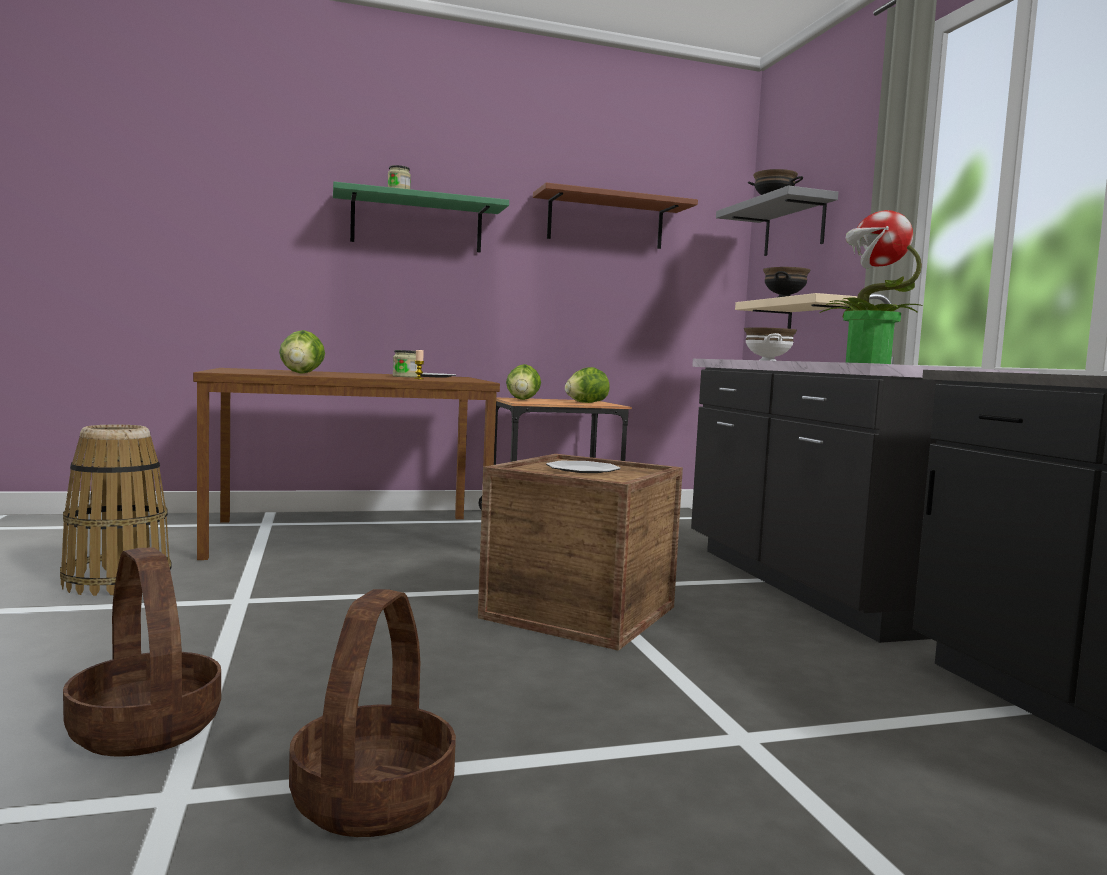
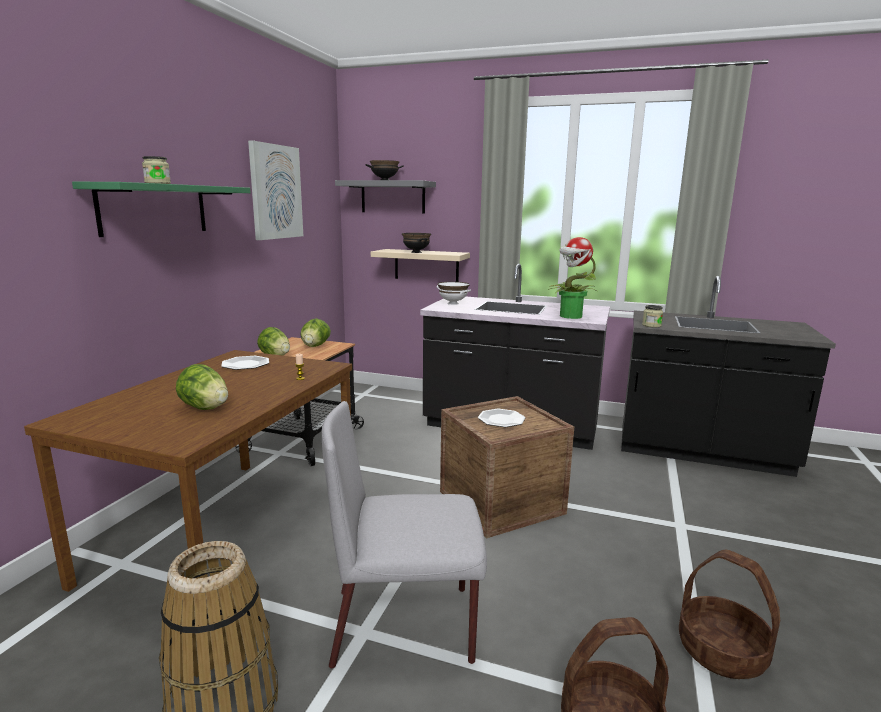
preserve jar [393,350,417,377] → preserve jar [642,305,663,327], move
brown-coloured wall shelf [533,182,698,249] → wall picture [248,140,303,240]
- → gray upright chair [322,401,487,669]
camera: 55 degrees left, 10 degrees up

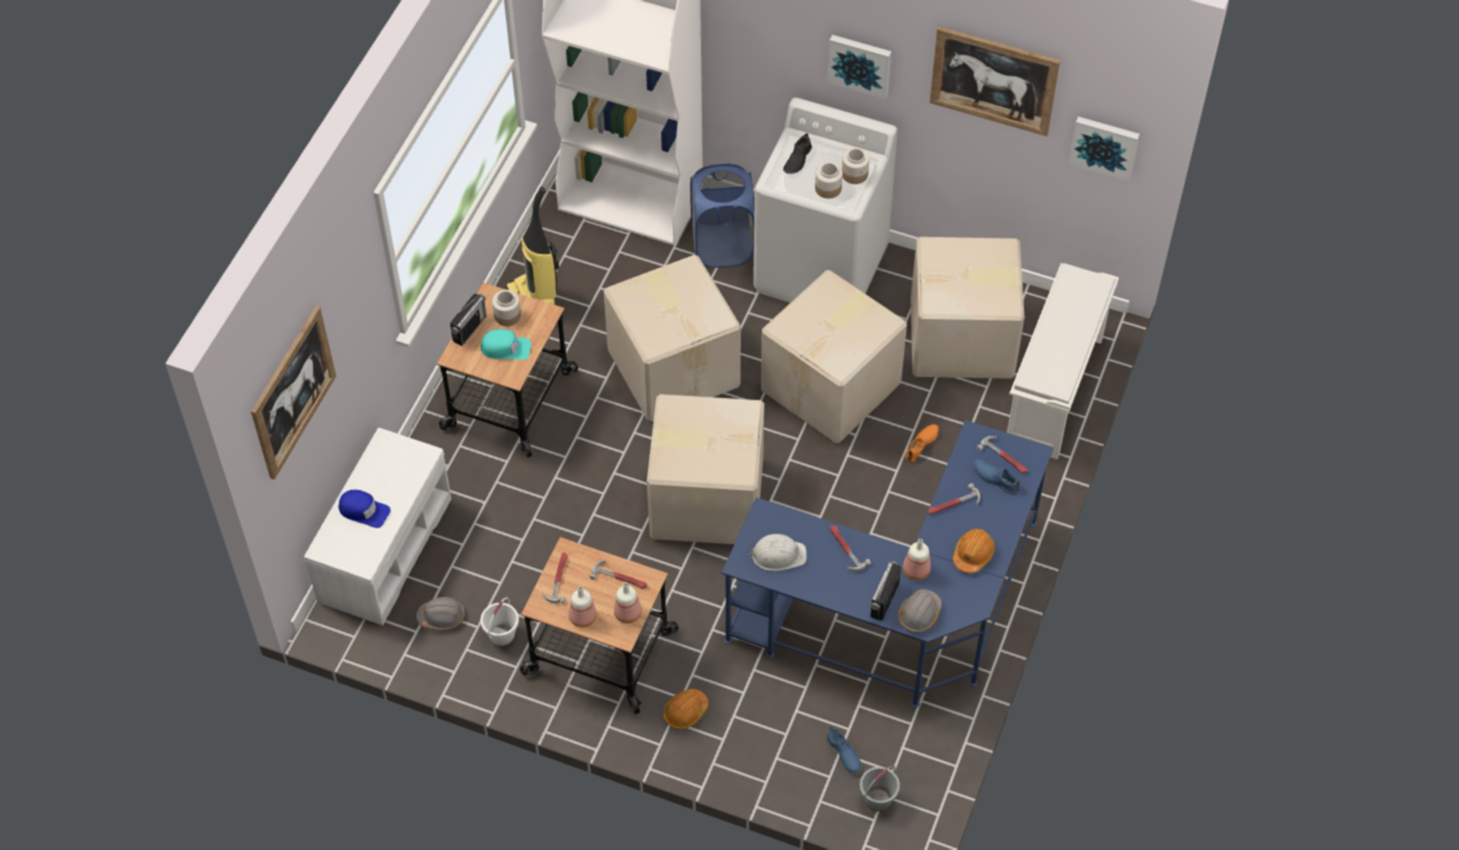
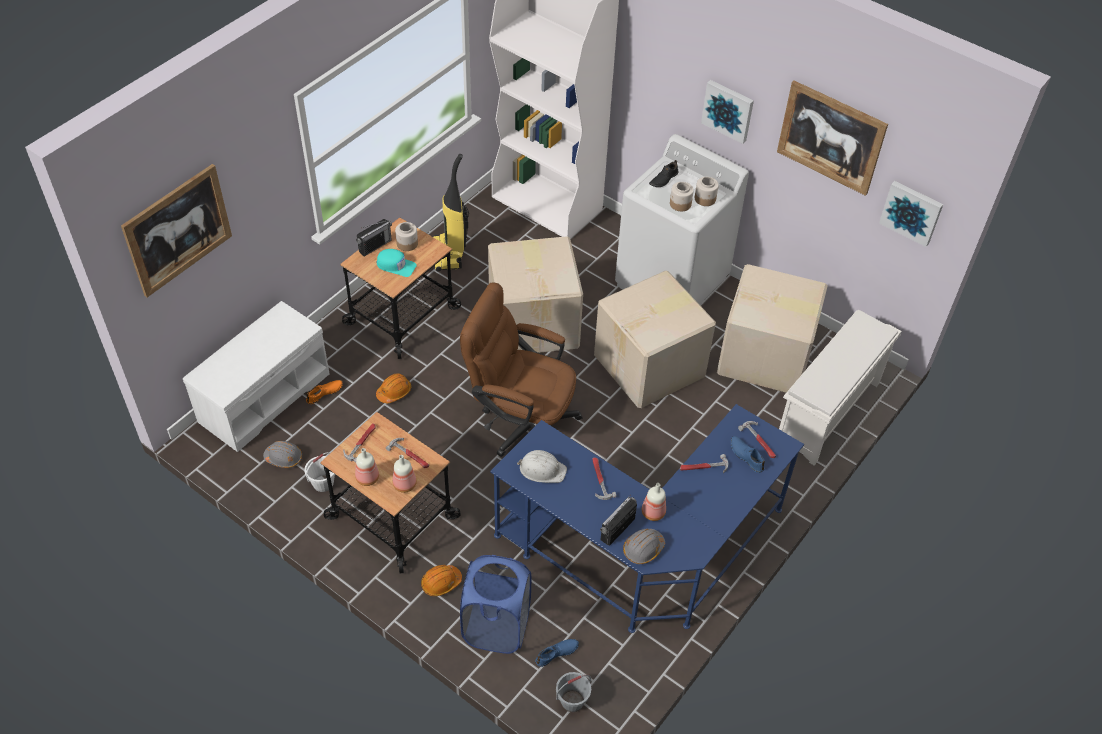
blue cap [338,490,391,528] → -
packing box [647,394,764,544] → brown-coloured computer chair [460,282,582,457]
blue hamper [690,163,754,268] → blue hamper [460,555,531,654], move
blue item of footwear [826,726,861,773] → blue item of footwear [535,639,579,667], 105 degrees counterclockwise
orangey item of footwear [905,424,939,462] → orangey item of footwear [306,380,343,404], move
orangey work helmet [953,529,995,573] → orangey work helmet [376,373,411,403], move
camera: 15 degrees right, 5 degrees down

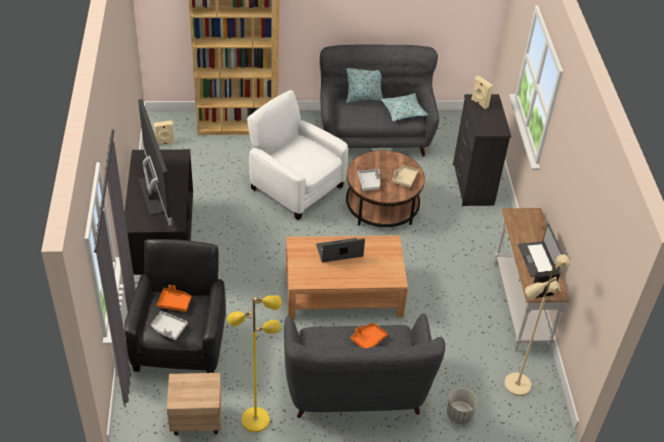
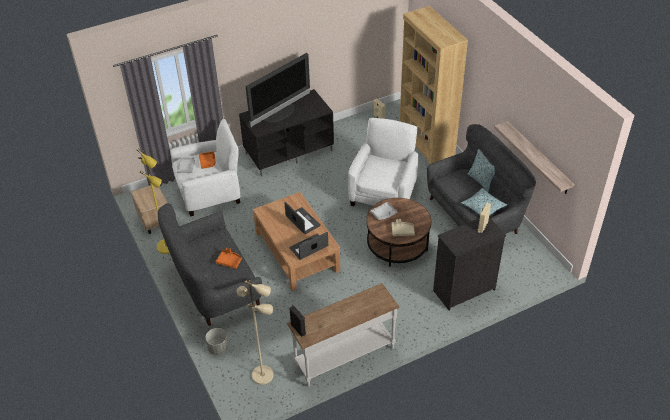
black-coloured lounge chair [124,239,226,373] → white lounge chair [170,119,241,216]
notebook computer [518,224,563,277] → notebook computer [289,232,328,260], move
- → wall shelf [494,121,574,194]
camera: 70 degrees right, 0 degrees up

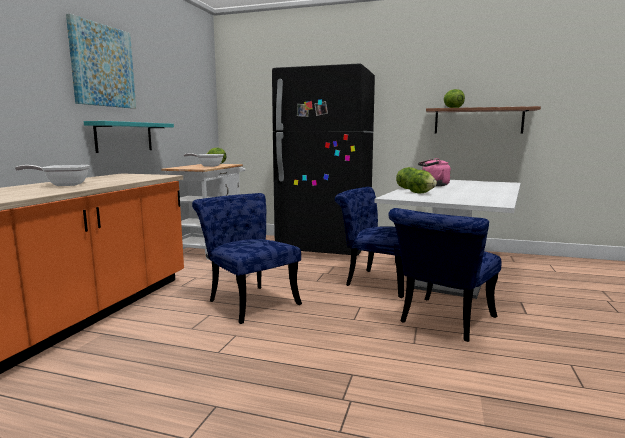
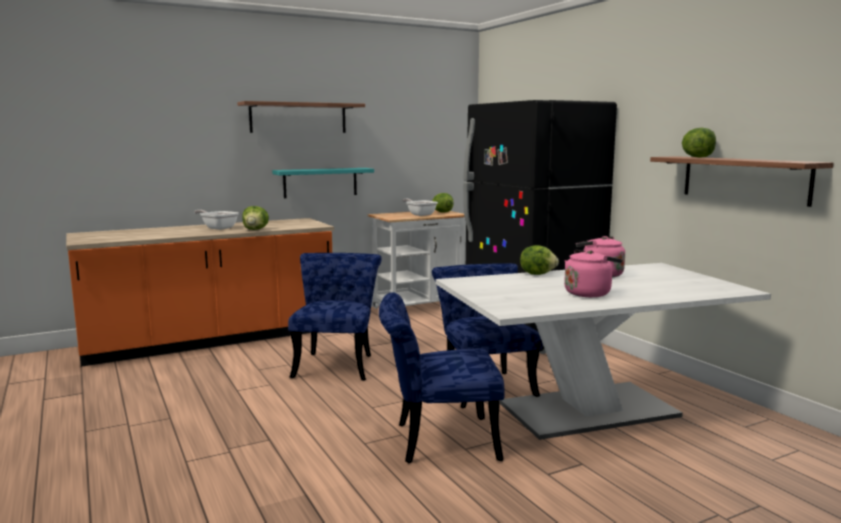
wall picture [66,14,136,109] → wall shelf [237,101,365,133]
lettuce head [406,170,437,193] → lettuce head [242,206,269,230], move
- → pink-coloured water kettle [564,250,622,297]
camera: 45 degrees right, 0 degrees up

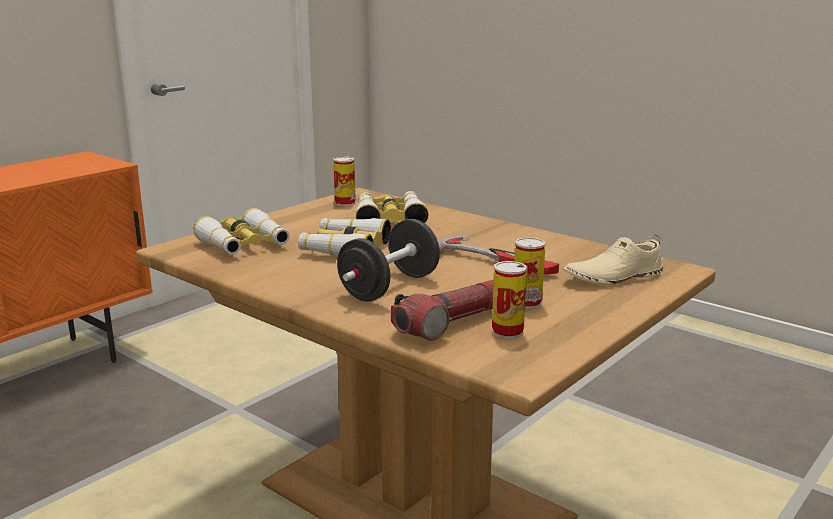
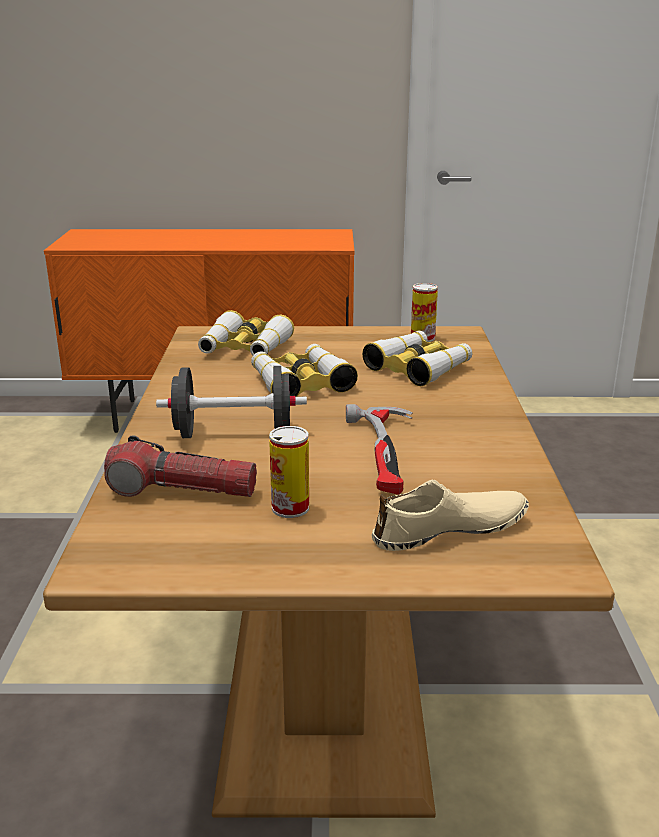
sealed can [492,261,527,339] → -
beige-coloured item of footwear [563,235,663,285] → beige-coloured item of footwear [371,480,529,551], 135 degrees clockwise
camera: 50 degrees right, 5 degrees up

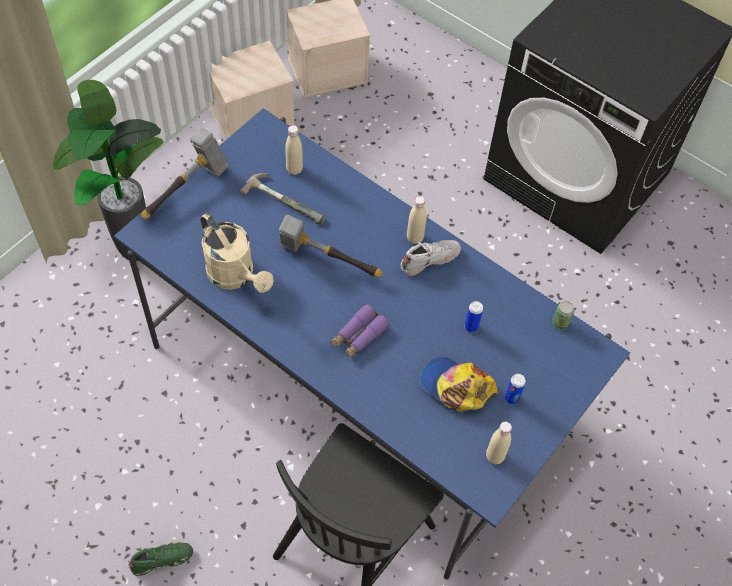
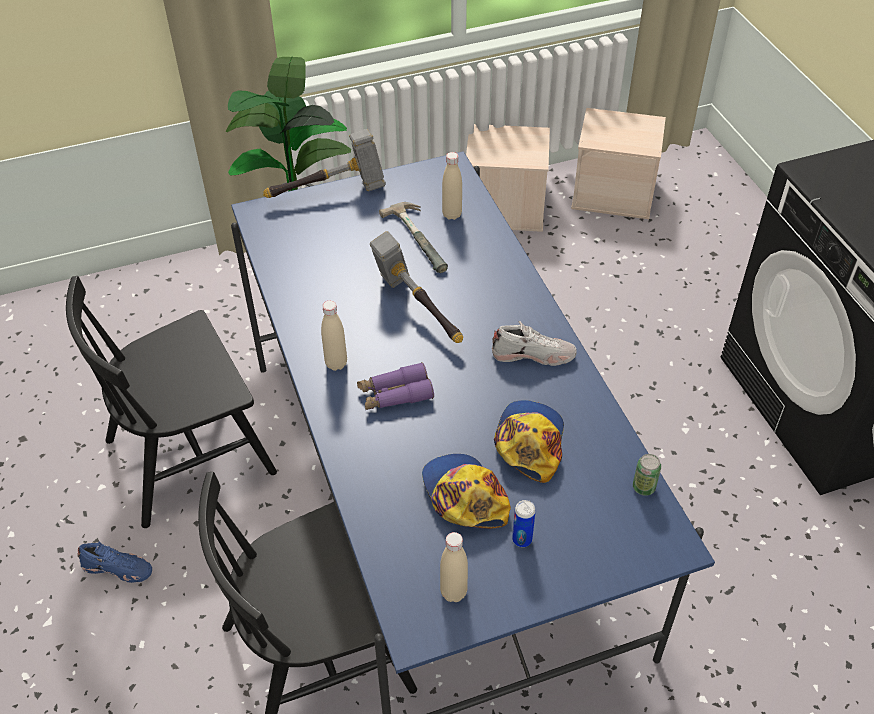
green-coloured item of footwear [128,542,193,576] → blue item of footwear [77,541,152,583]
beige-coloured sprinkling can [200,213,273,293] → -
beige-coloured beverage bottle [407,196,426,244] → beige-coloured beverage bottle [321,301,347,371], move
sealed can [465,301,483,333] → cap [494,400,564,483]
- → black-coloured upright chair [66,276,277,528]
camera: 35 degrees right, 10 degrees down

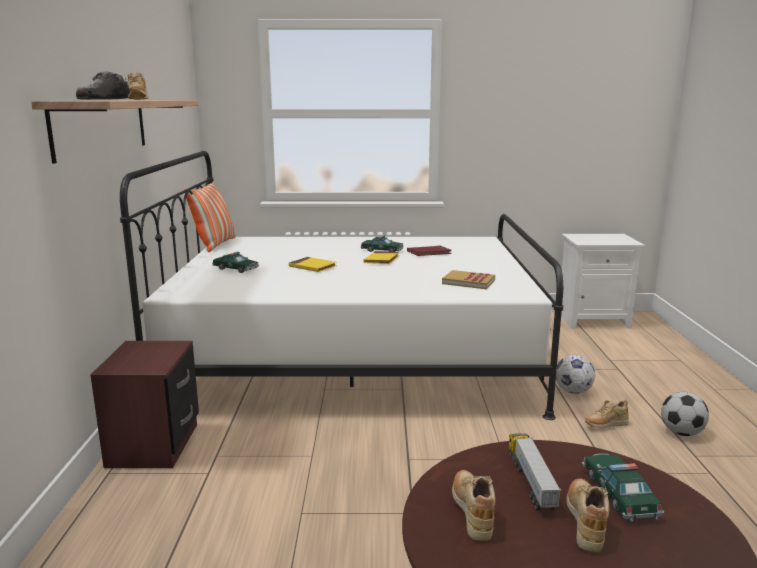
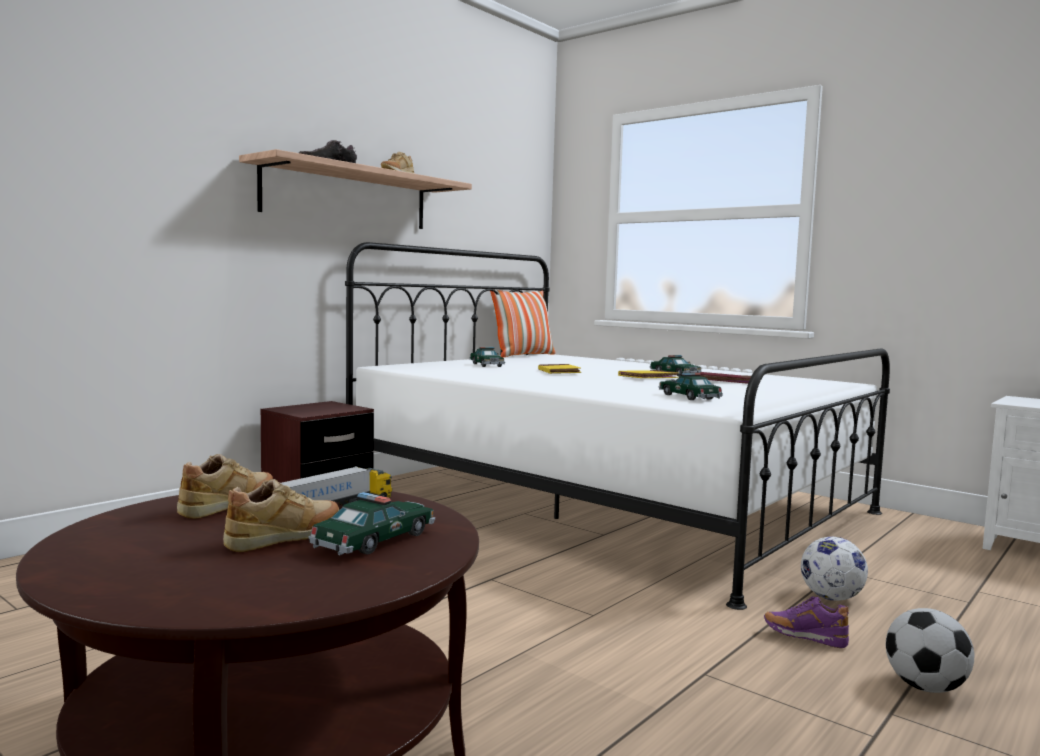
book [442,270,495,289] → miniature car [658,373,723,400]
beige-coloured item of footwear [585,400,629,428] → purple-coloured item of footwear [764,596,849,648]
camera: 40 degrees right, 10 degrees down

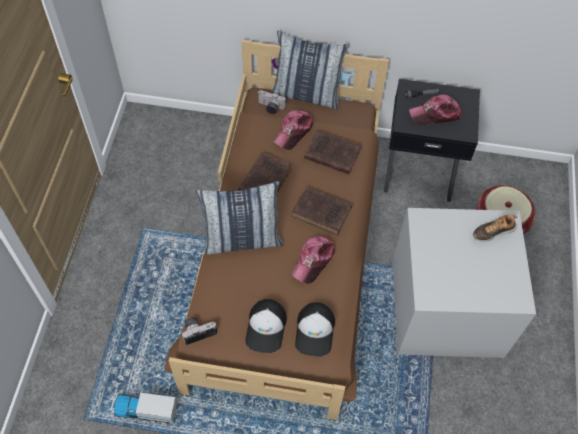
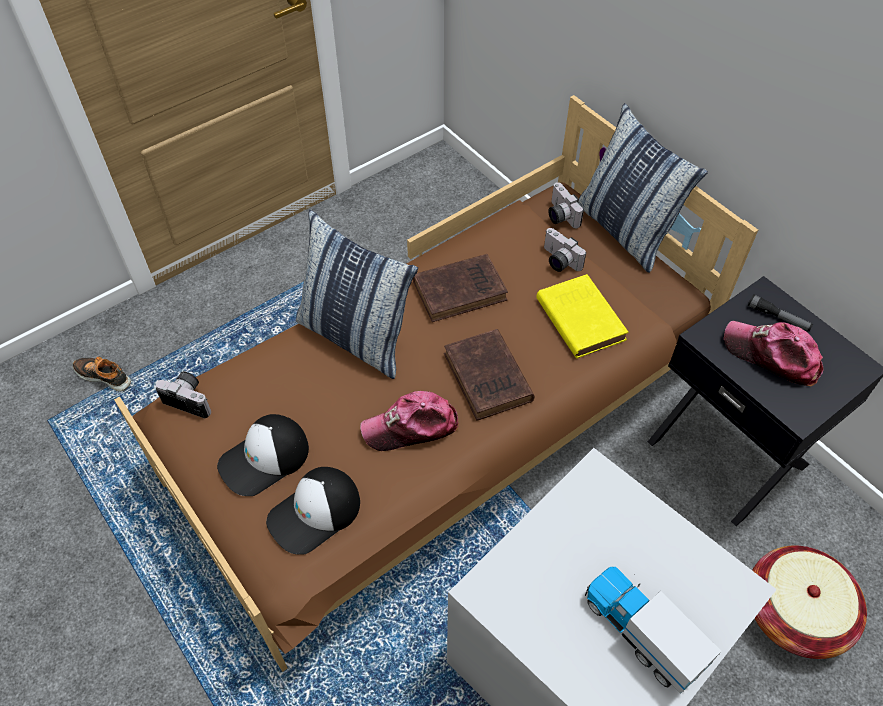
model truck [114,393,177,425] → model truck [585,567,721,694], move
cap [273,110,313,150] → photo camera [544,228,586,272]
brown-coloured book [304,130,362,174] → yellow book [536,274,629,359]
item of footwear [473,215,517,242] → item of footwear [72,356,131,391], move
camera: 45 degrees right, 5 degrees down

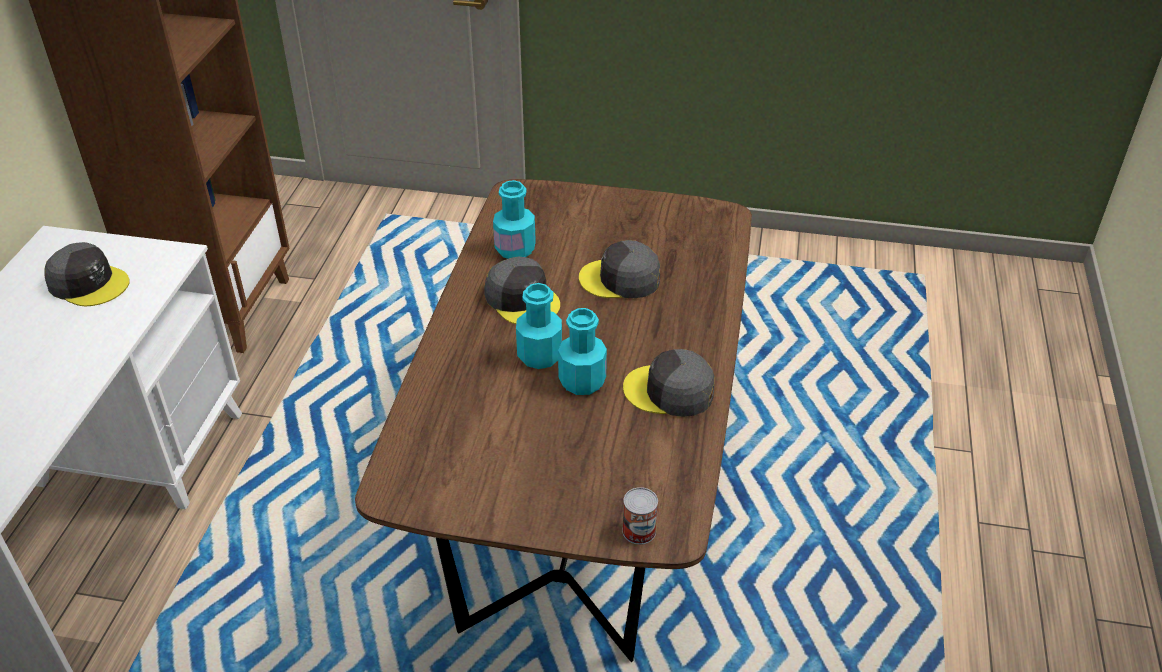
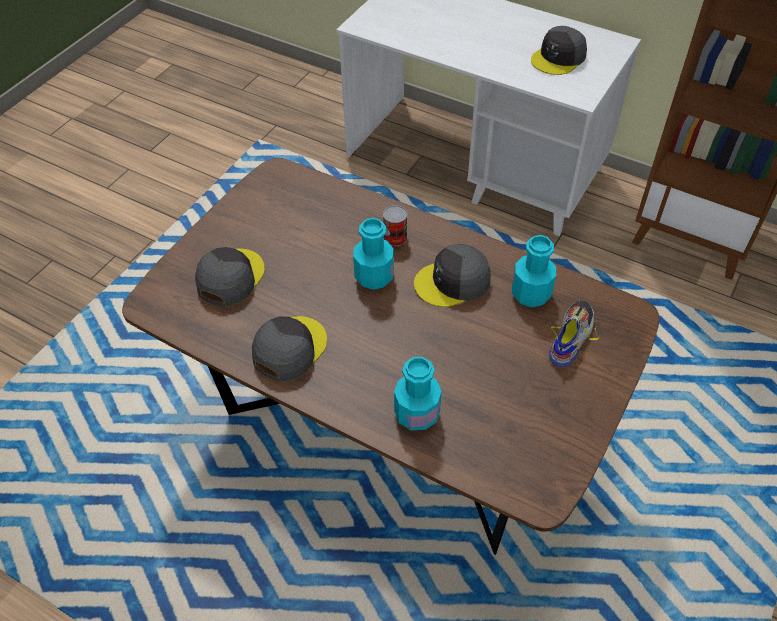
blue-green beverage bottle [558,308,607,395] → blue-green beverage bottle [394,357,442,430], move
gray cap [579,240,660,298] → gray cap [195,247,265,306], move
sealed can [622,487,658,545] → sealed can [383,205,407,246], move
- → item of footwear [549,301,599,367]
camera: 110 degrees right, 10 degrees up

